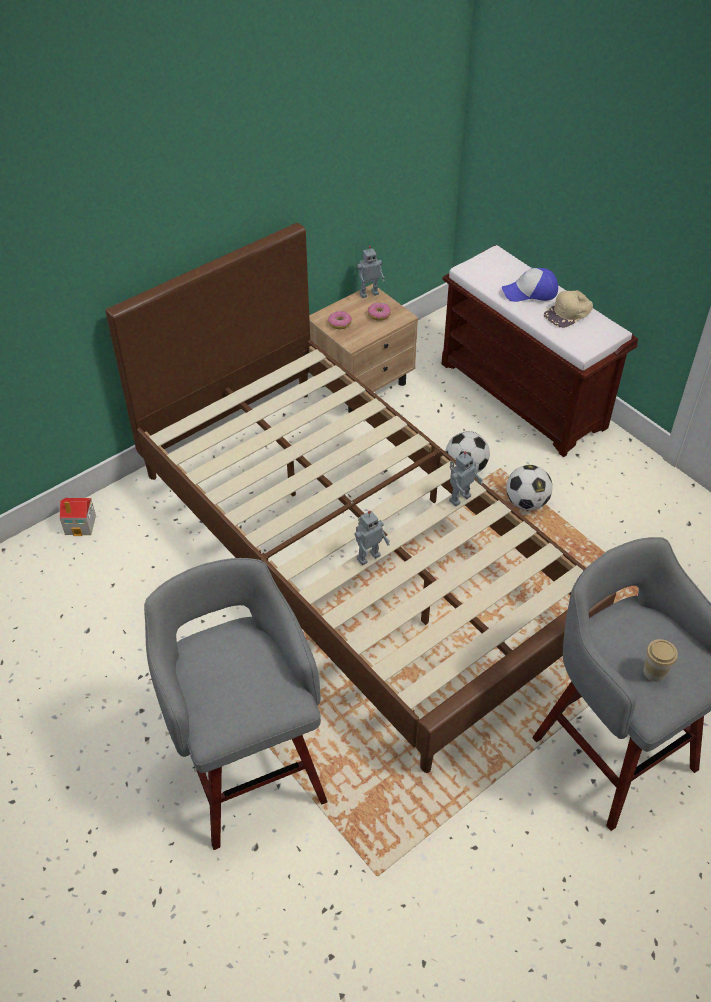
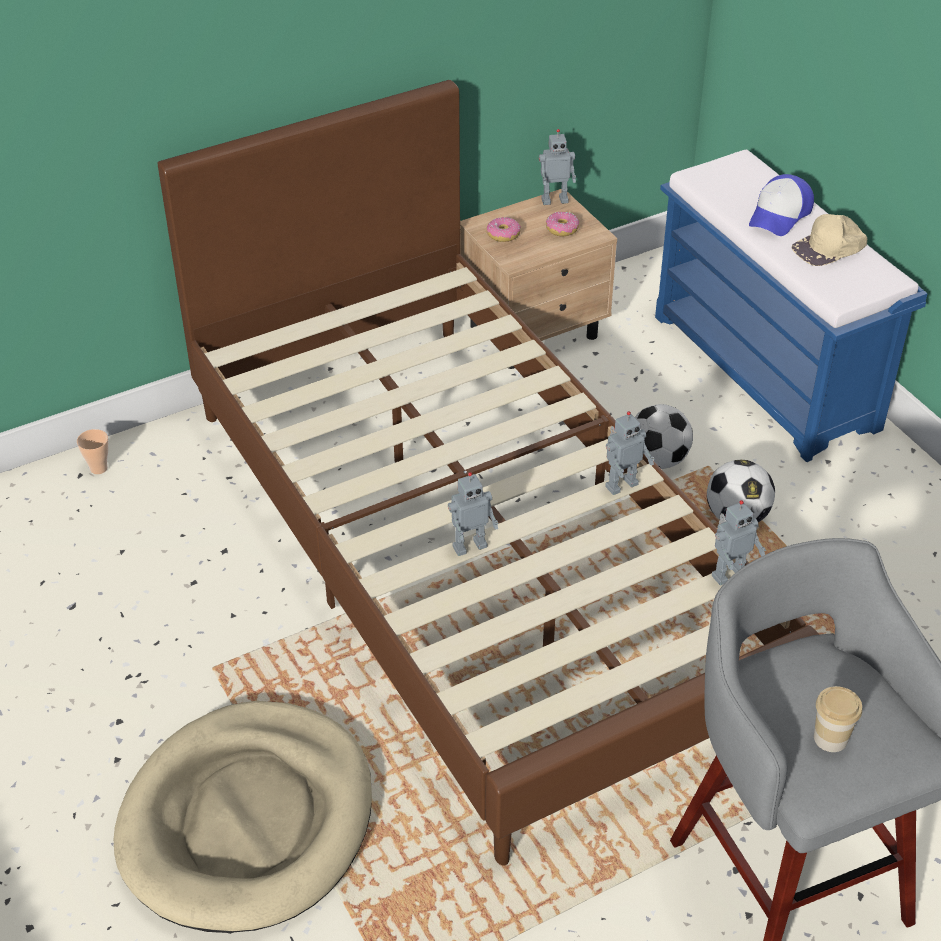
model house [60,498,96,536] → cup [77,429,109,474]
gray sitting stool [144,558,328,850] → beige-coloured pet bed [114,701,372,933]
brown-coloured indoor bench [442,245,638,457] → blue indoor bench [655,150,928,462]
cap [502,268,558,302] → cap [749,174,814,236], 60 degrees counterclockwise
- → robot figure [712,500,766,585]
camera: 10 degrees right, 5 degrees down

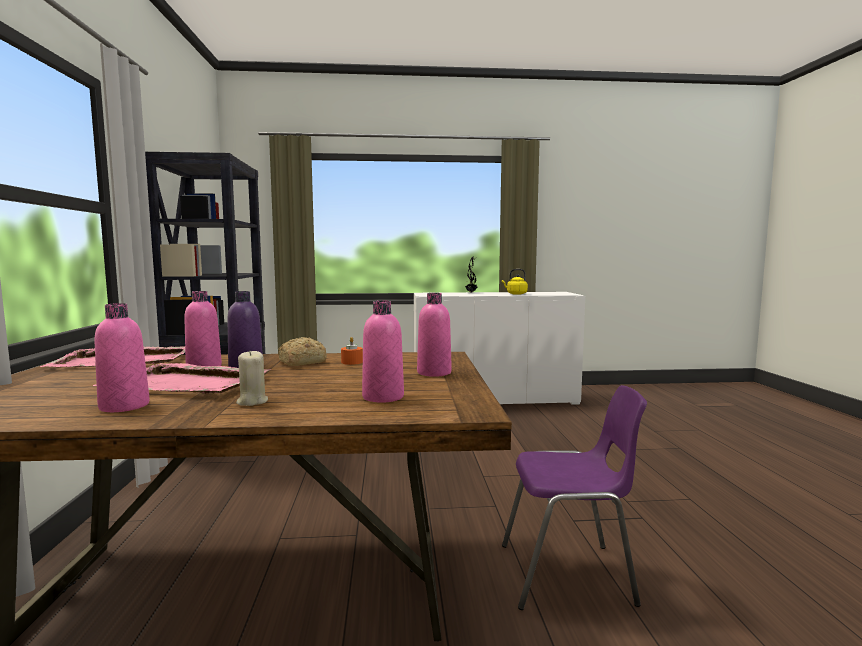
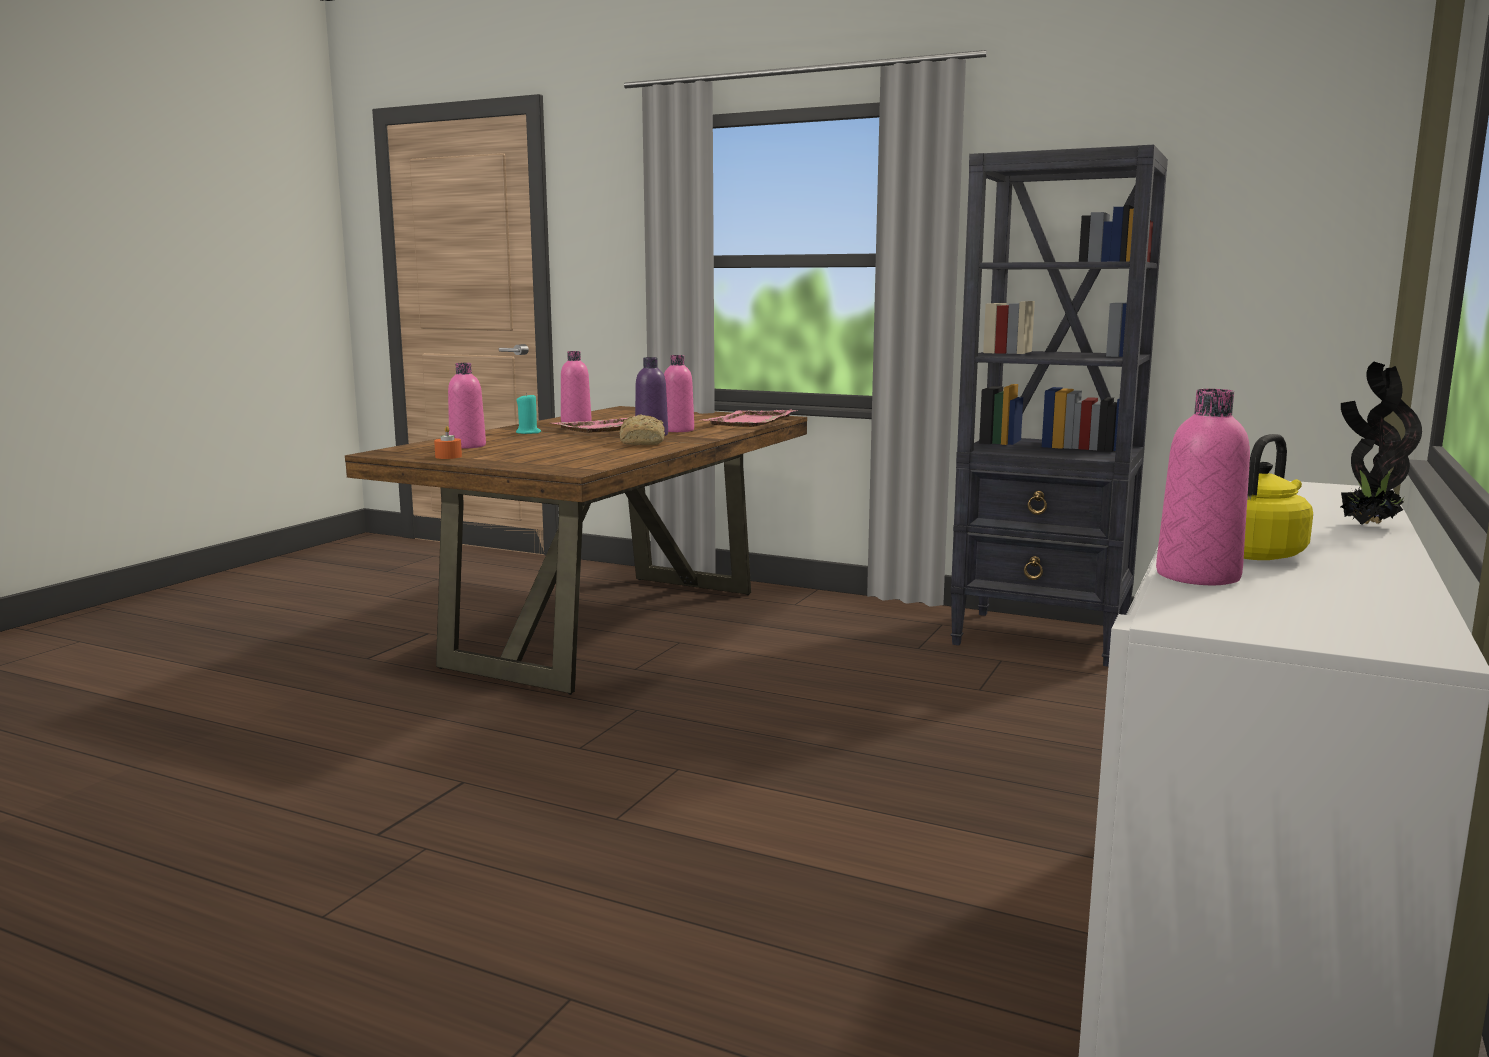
beige-coloured candle [236,350,268,406] → blue-green candle [516,393,541,434]
orangey candle [341,337,363,365] → orangey candle [434,426,462,459], move
pink-coloured beverage bottle [417,293,452,377] → pink-coloured beverage bottle [1156,389,1250,585], move
purple-coloured upright chair [502,385,647,610] → -
camera: 120 degrees right, 5 degrees up

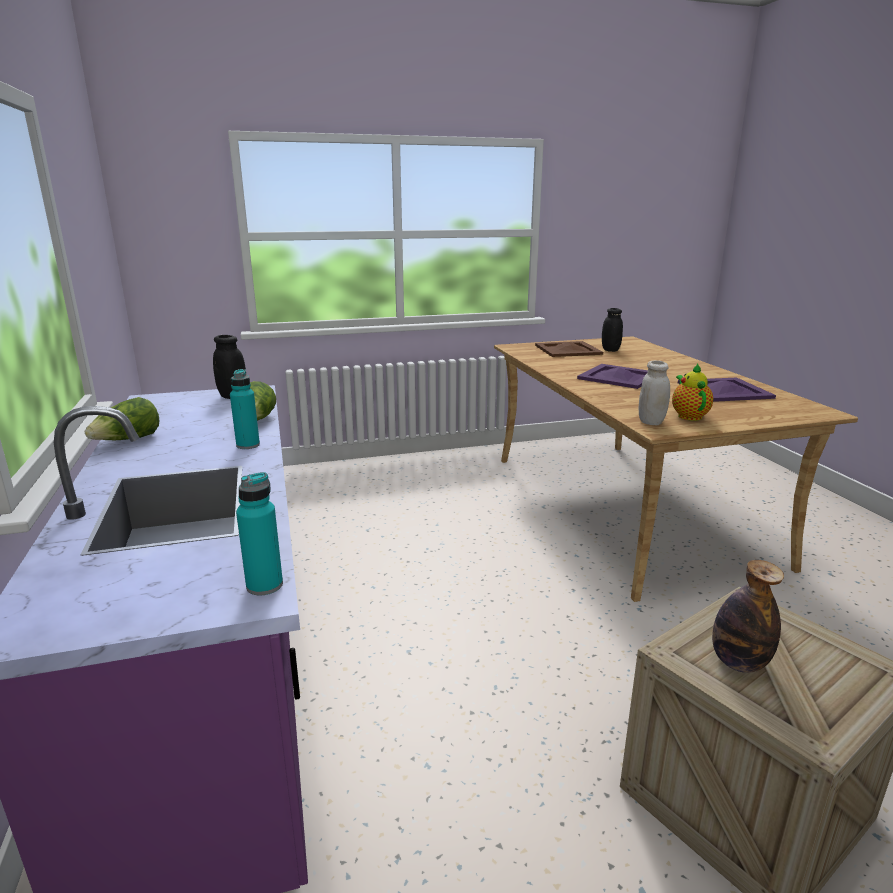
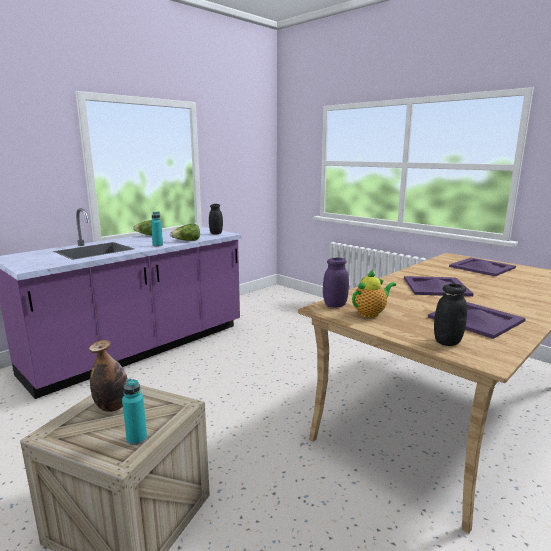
blue-green beverage bottle [236,472,283,595] → blue-green beverage bottle [122,378,147,445], move
brown-coloured tray [535,341,603,357] → purple-coloured tray [449,258,516,276]
black-coloured preserve jar [602,308,623,352] → black-coloured preserve jar [434,284,467,346], move
white preserve jar [639,360,670,425] → purple-coloured preserve jar [323,257,349,308]
camera: 60 degrees right, 5 degrees down

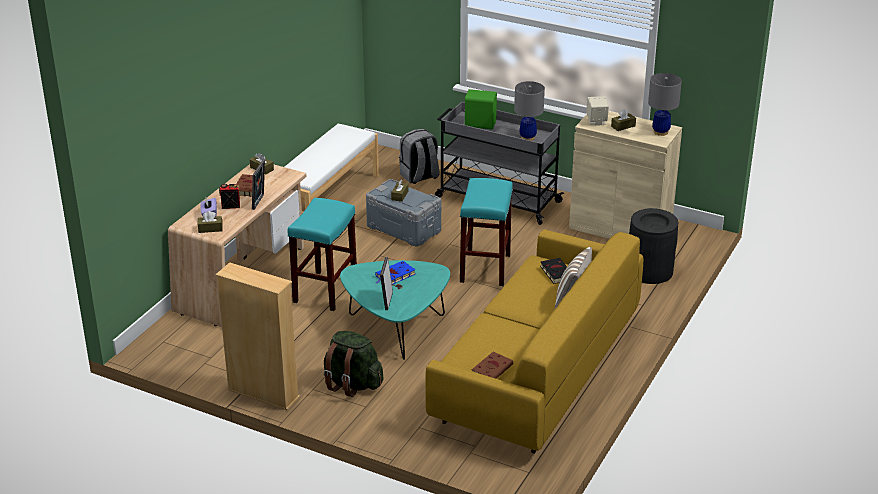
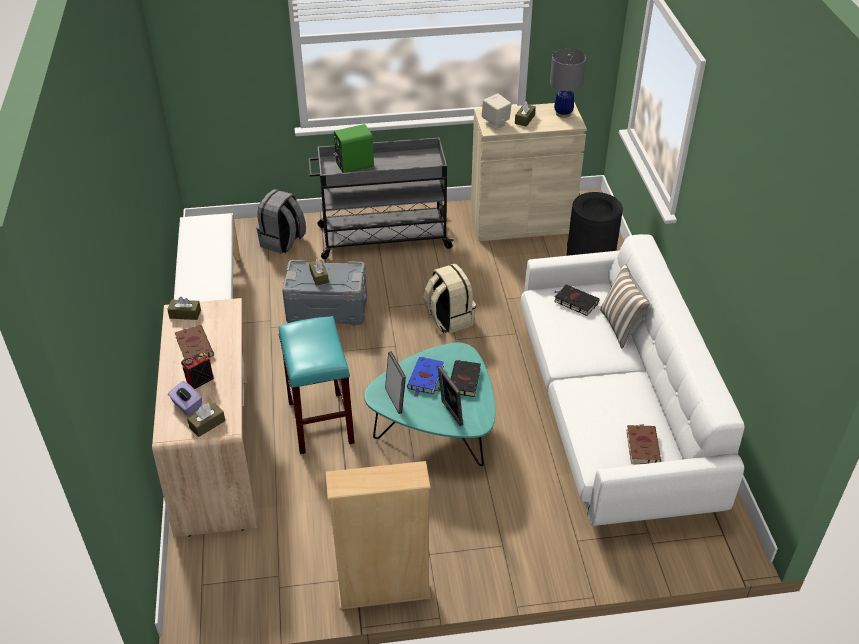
photo frame [252,160,265,210] → photo frame [385,351,406,414], move
green-coloured backpack [324,331,383,397] → -
yellow settee [425,229,643,454] → white settee [521,234,745,526]
blue-green sitting stool [460,178,513,286] → beige-coloured backpack [424,264,476,334]
gray lamp for a table [514,81,545,141] → -
- → black-coloured book [451,360,481,397]
camera: 35 degrees left, 10 degrees up

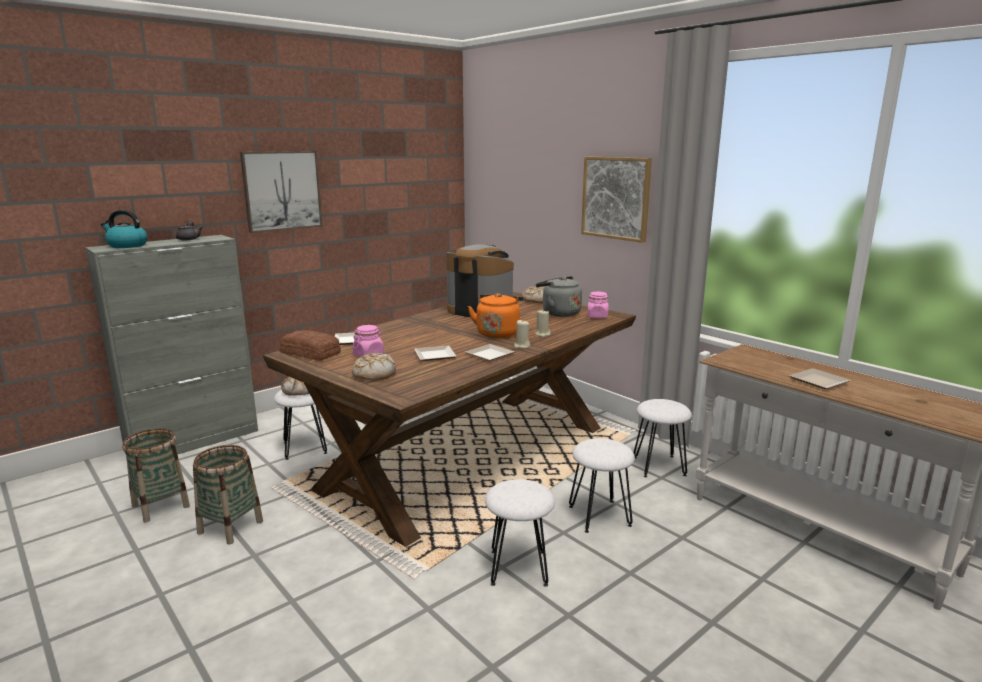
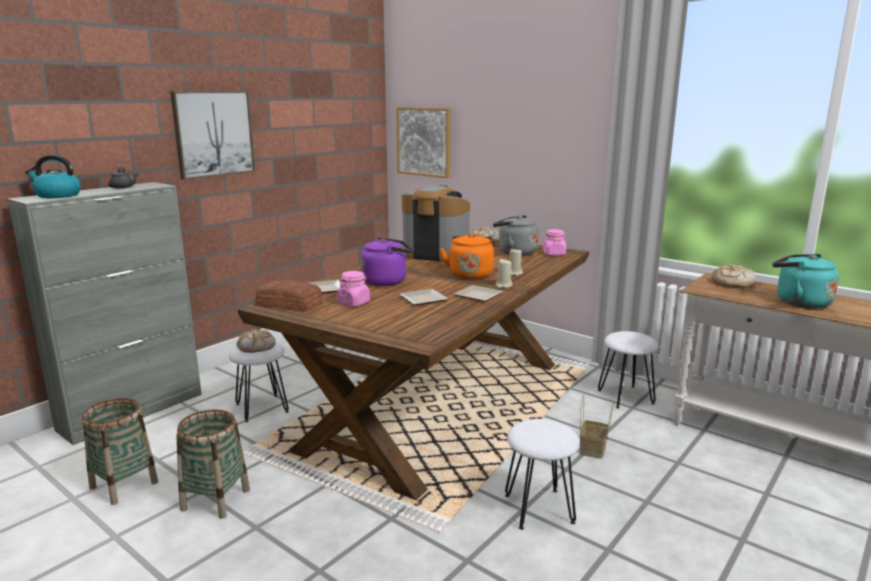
bread [352,353,396,380] → bread [712,265,756,288], move
white sitting stool [569,438,635,533] → storage basket [580,395,614,459]
wall picture [581,157,652,243] → wall picture [396,107,451,178], move
flat dish [789,368,851,389] → blue-green water kettle [772,254,839,308]
- → purple-coloured water kettle [360,237,413,286]
camera: 10 degrees left, 0 degrees up

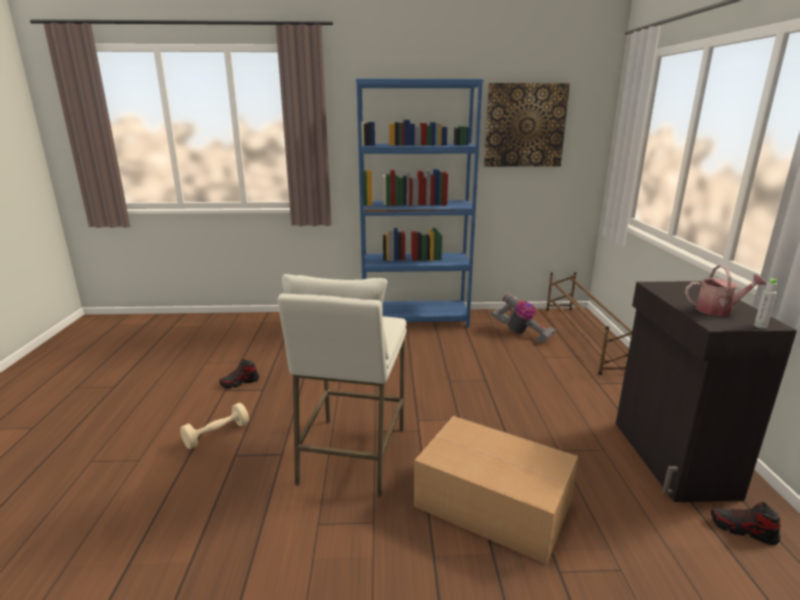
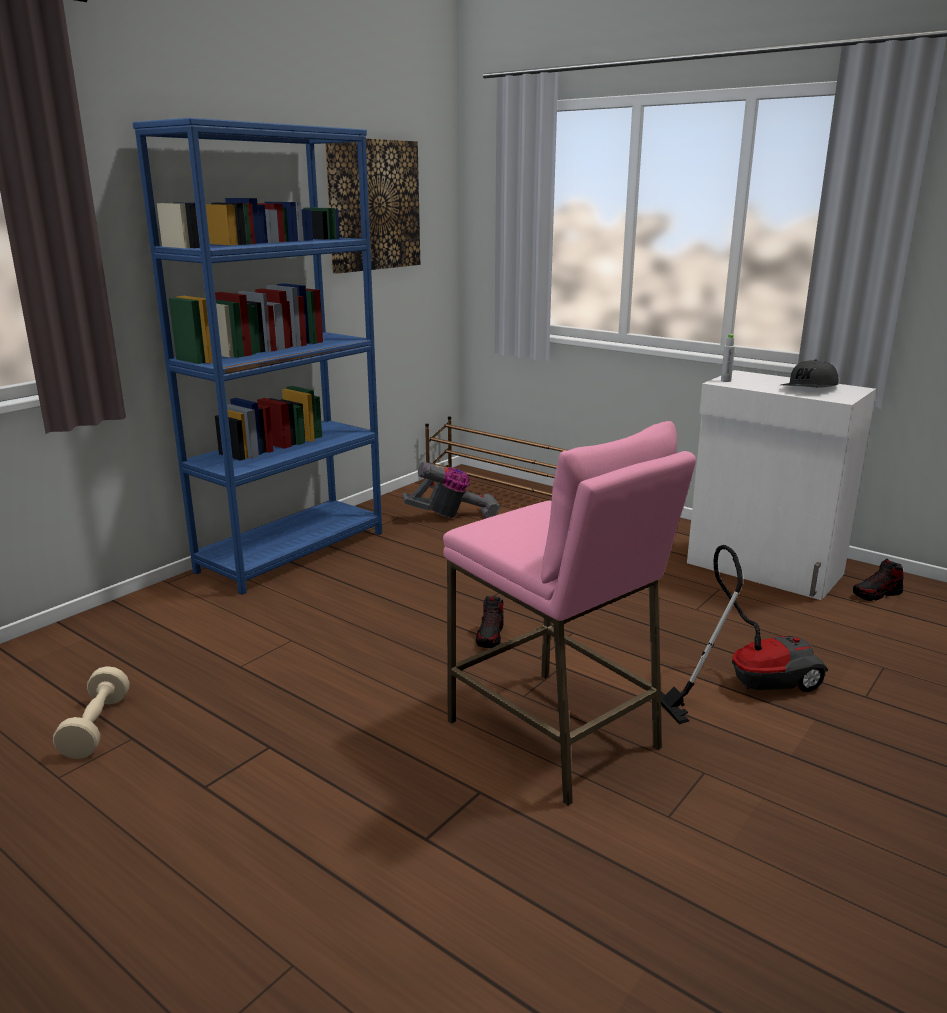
beige-coloured hand weight [180,403,249,449] → beige-coloured hand weight [53,666,130,759], move
item of footwear [219,359,259,389] → item of footwear [476,596,504,648], move
white sitting stool [278,274,407,497] → pink-coloured sitting stool [443,421,696,805]
packing box [414,416,578,565] → hoover [661,545,828,724]
black-coloured cabinet [616,281,797,502] → white cabinet [687,370,876,600]
sprinkling can [685,265,766,316] → gray cap [781,359,839,387]
gray beverage bottle [754,279,777,329] → gray beverage bottle [721,334,735,382], move
camera: 50 degrees left, 0 degrees up

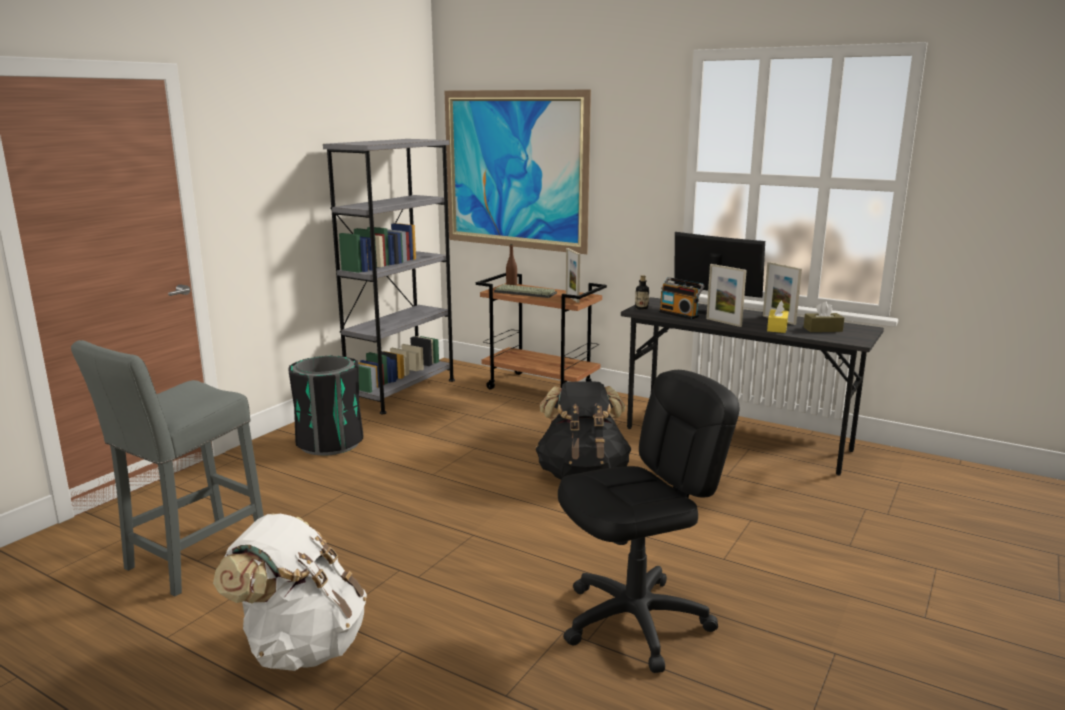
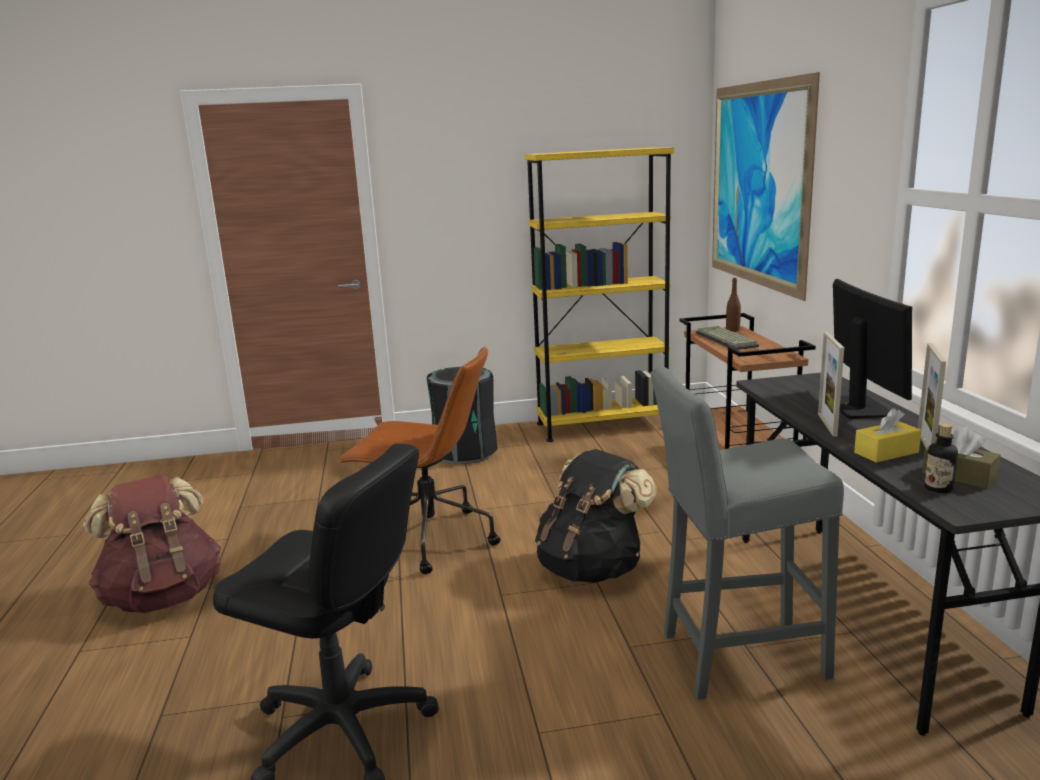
gray sitting stool [71,340,264,596] → gray sitting stool [651,366,844,700], move
white backpack [213,514,367,671] → brown-coloured backpack [83,475,221,613]
gray shelving unit [323,139,455,414] → yellow shelving unit [524,147,674,442]
photo frame [566,248,580,303] → -
beverage bottle [635,275,649,310] → beverage bottle [924,424,958,493], move
radio [659,277,705,320] → -
- → brown-coloured computer chair [337,346,501,574]
camera: 50 degrees right, 0 degrees up

